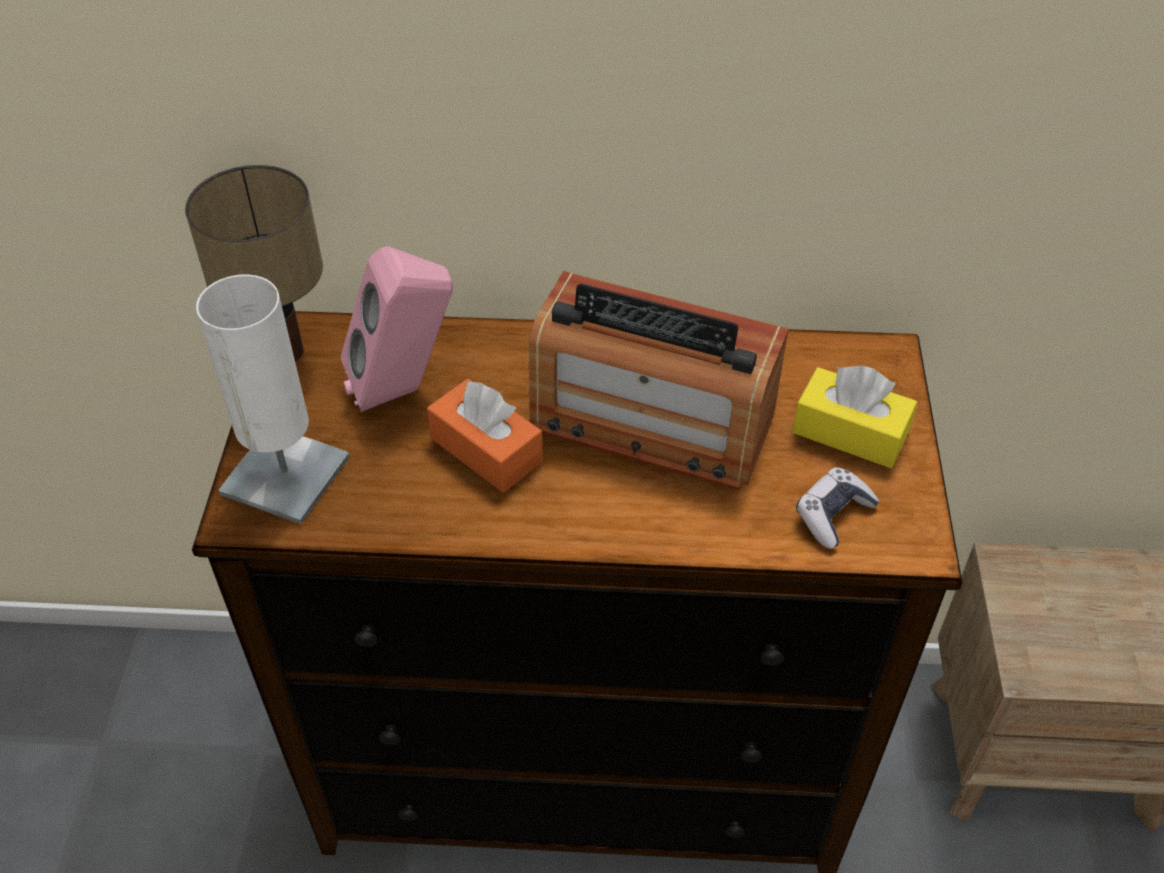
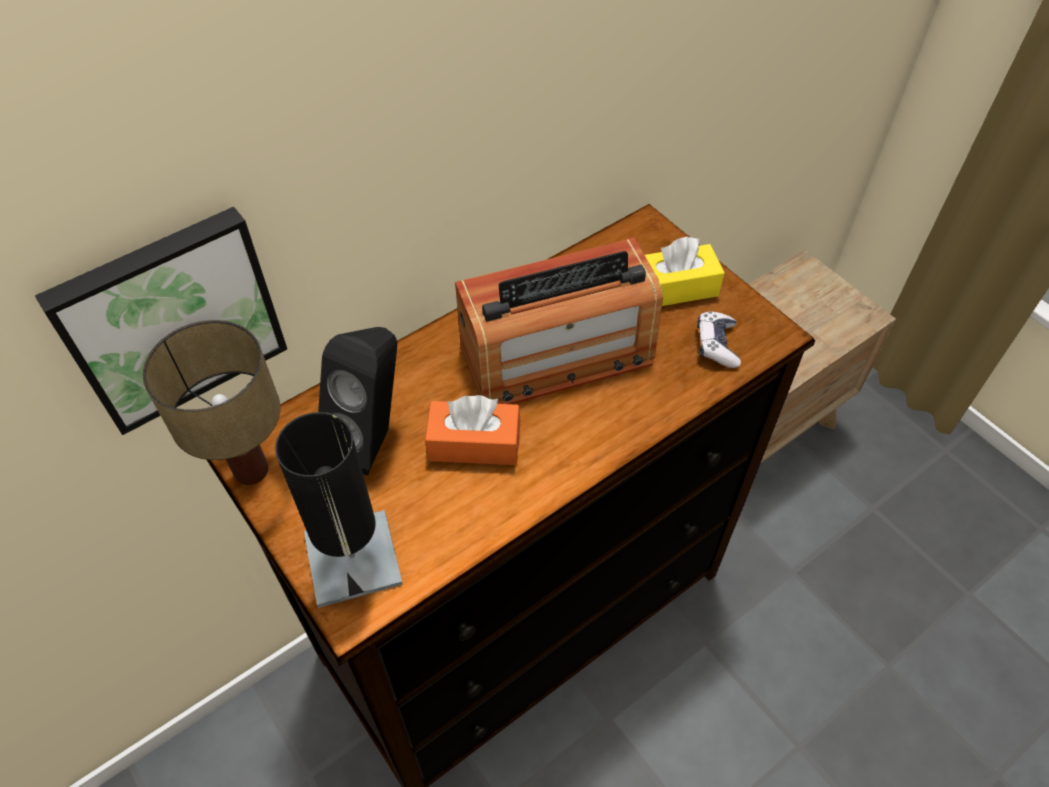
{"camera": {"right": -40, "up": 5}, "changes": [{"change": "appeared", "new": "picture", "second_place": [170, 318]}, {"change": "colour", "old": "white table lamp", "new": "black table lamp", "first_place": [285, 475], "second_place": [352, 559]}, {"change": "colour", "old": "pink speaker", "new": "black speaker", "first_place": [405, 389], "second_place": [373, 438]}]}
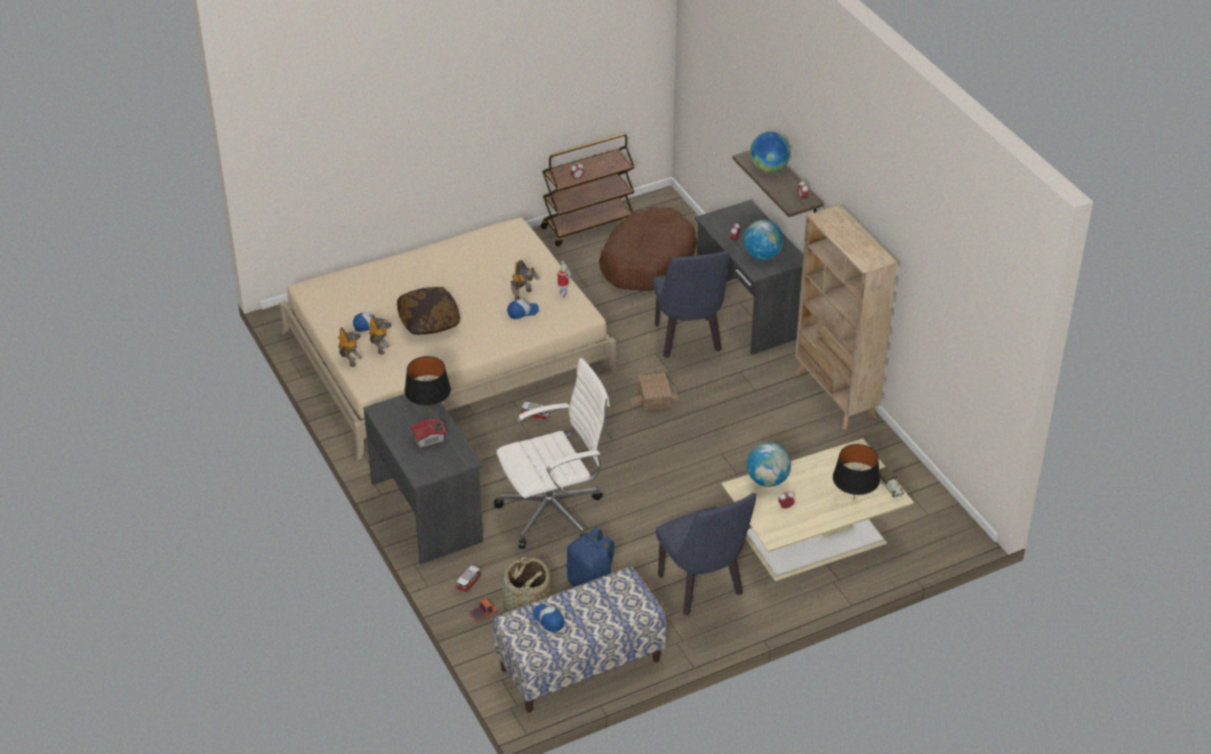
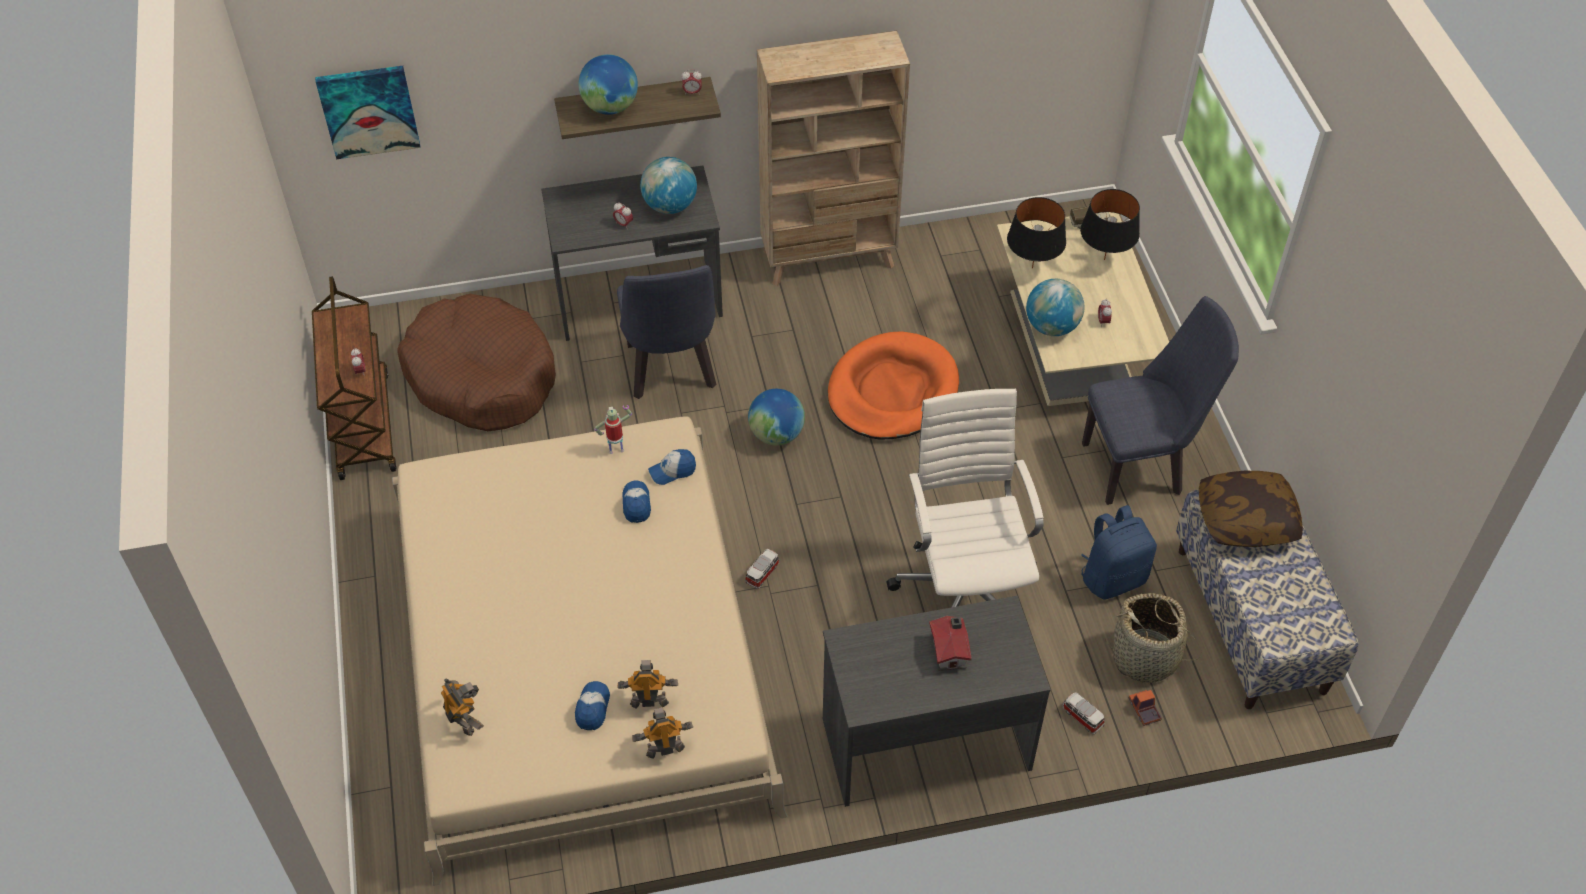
{"camera": {"right": -75, "up": 10}, "changes": [{"change": "appeared", "new": "picture", "second_place": [368, 110]}, {"change": "relocated", "old": "toy robot", "first_place": [524, 294], "second_place": [465, 720]}, {"change": "spun", "old": "blue chair", "first_place": [688, 341], "second_place": [671, 372], "degrees": 75}, {"change": "relocated", "old": "cap", "first_place": [548, 620], "second_place": [672, 471]}, {"change": "exchanged", "old": "toy house", "new": "globe", "first_place": [654, 400], "second_place": [777, 434]}, {"change": "appeared", "new": "orange dog bed", "second_place": [892, 391]}, {"change": "relocated", "old": "black table lamp", "first_place": [429, 412], "second_place": [1032, 267]}, {"change": "relocated", "old": "pillow", "first_place": [428, 320], "second_place": [1246, 520]}]}
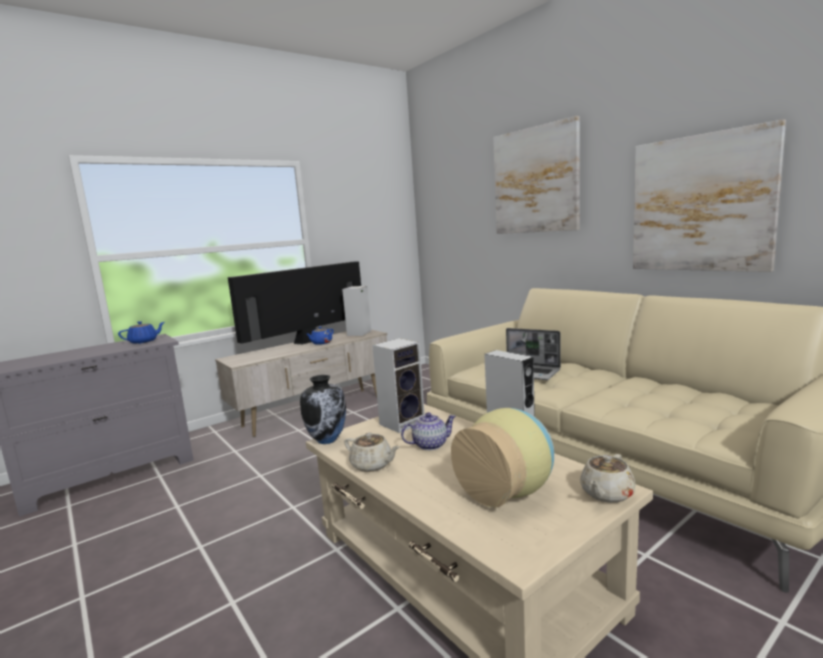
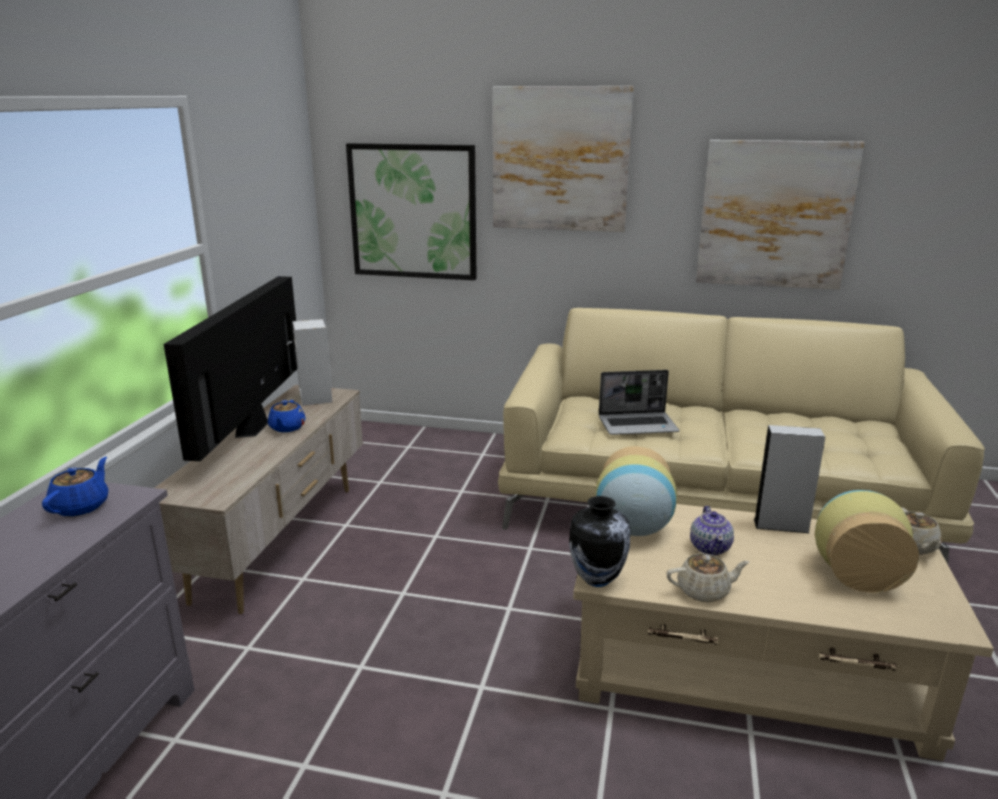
{"camera": {"right": -40, "up": 10}, "changes": [{"change": "appeared", "new": "picture", "second_place": [413, 212]}, {"change": "exchanged", "old": "speaker", "new": "vase", "first_place": [402, 422], "second_place": [633, 528]}, {"change": "spun", "old": "teapot", "first_place": [429, 445], "second_place": [710, 547], "degrees": 150}]}
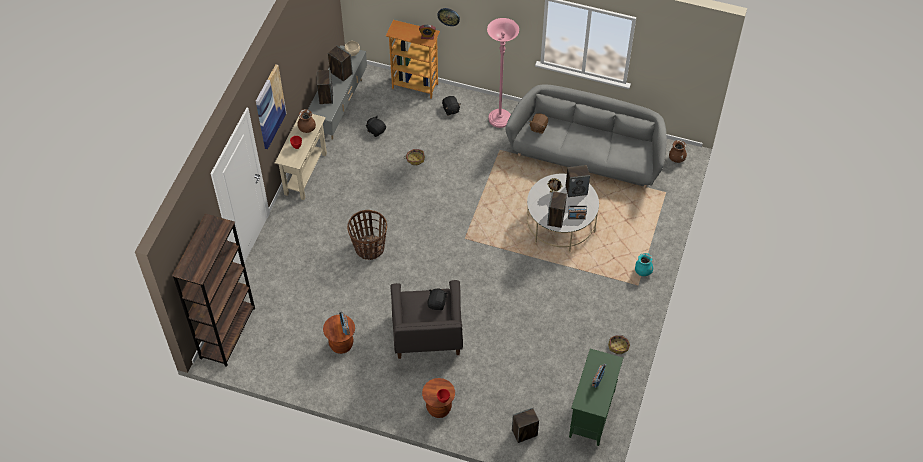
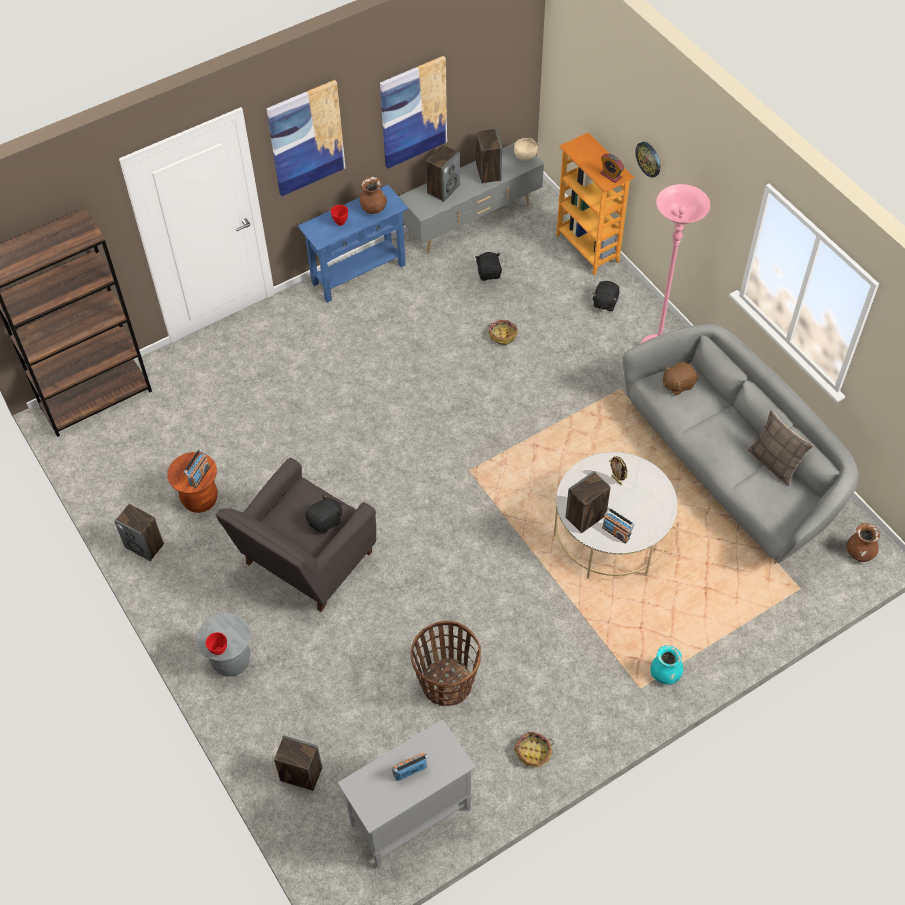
{"camera": {"right": 40, "up": 0}, "changes": [{"change": "relocated", "old": "speaker", "first_place": [576, 190], "second_place": [145, 545]}, {"change": "colour", "old": "brown stool", "new": "grey stool", "first_place": [439, 408], "second_place": [231, 661]}, {"change": "colour", "old": "beige console table", "new": "blue console table", "first_place": [305, 174], "second_place": [358, 274]}, {"change": "colour", "old": "green cabinet", "new": "grey cabinet", "first_place": [592, 414], "second_place": [410, 818]}, {"change": "appeared", "new": "picture", "second_place": [413, 112]}, {"change": "relocated", "old": "basket", "first_place": [369, 248], "second_place": [446, 683]}, {"change": "appeared", "new": "pillow", "second_place": [774, 463]}]}
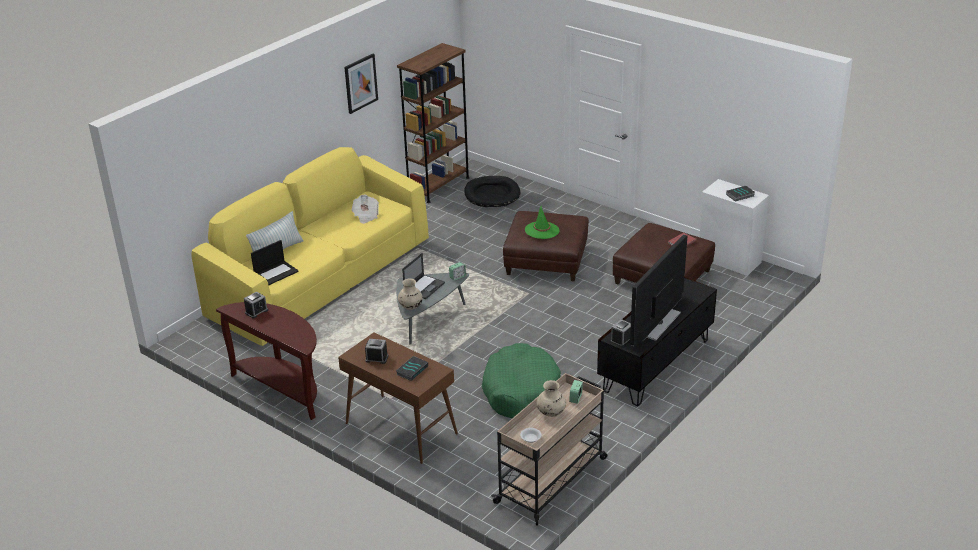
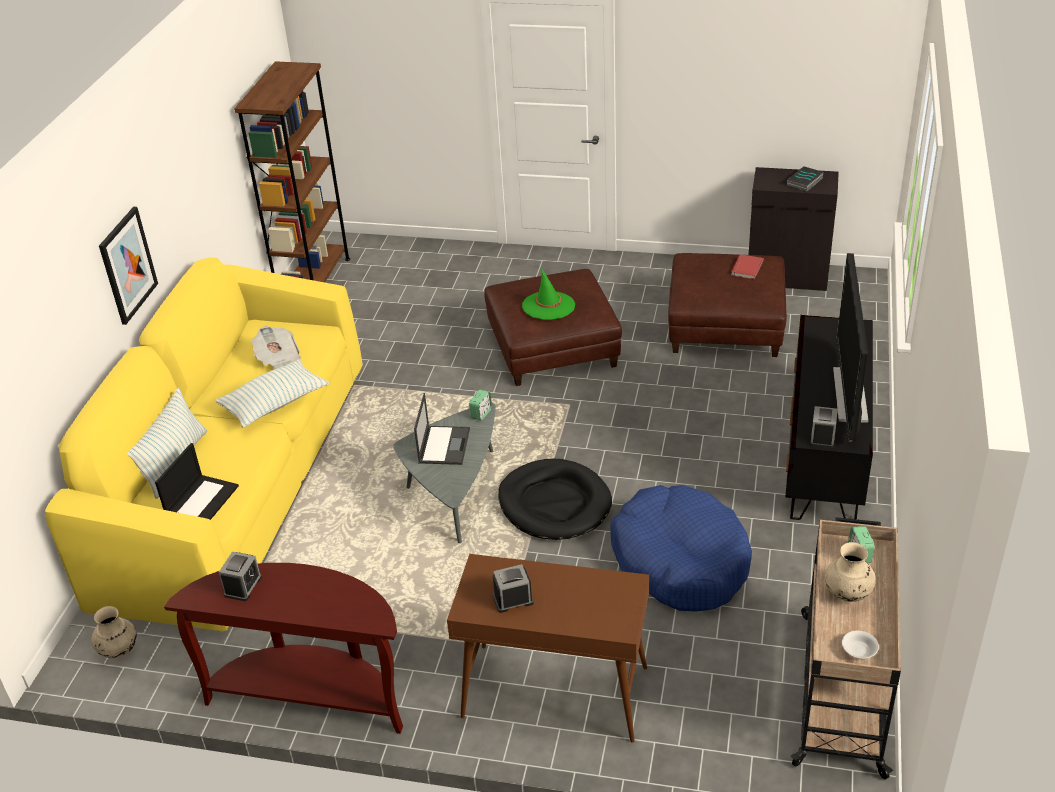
{"camera": {"right": -25, "up": 5}, "changes": [{"change": "relocated", "old": "beige vase", "first_place": [410, 307], "second_place": [119, 650]}, {"change": "relocated", "old": "picture", "first_place": [360, 83], "second_place": [127, 265]}, {"change": "appeared", "new": "pillow", "second_place": [275, 404]}, {"change": "relocated", "old": "black dog bed", "first_place": [492, 194], "second_place": [554, 503]}, {"change": "colour", "old": "green dog bed", "new": "blue dog bed", "first_place": [520, 391], "second_place": [680, 561]}, {"change": "colour", "old": "white cabinet", "new": "black cabinet", "first_place": [729, 261], "second_place": [787, 277]}, {"change": "missing", "old": "book", "first_place": [412, 370]}]}
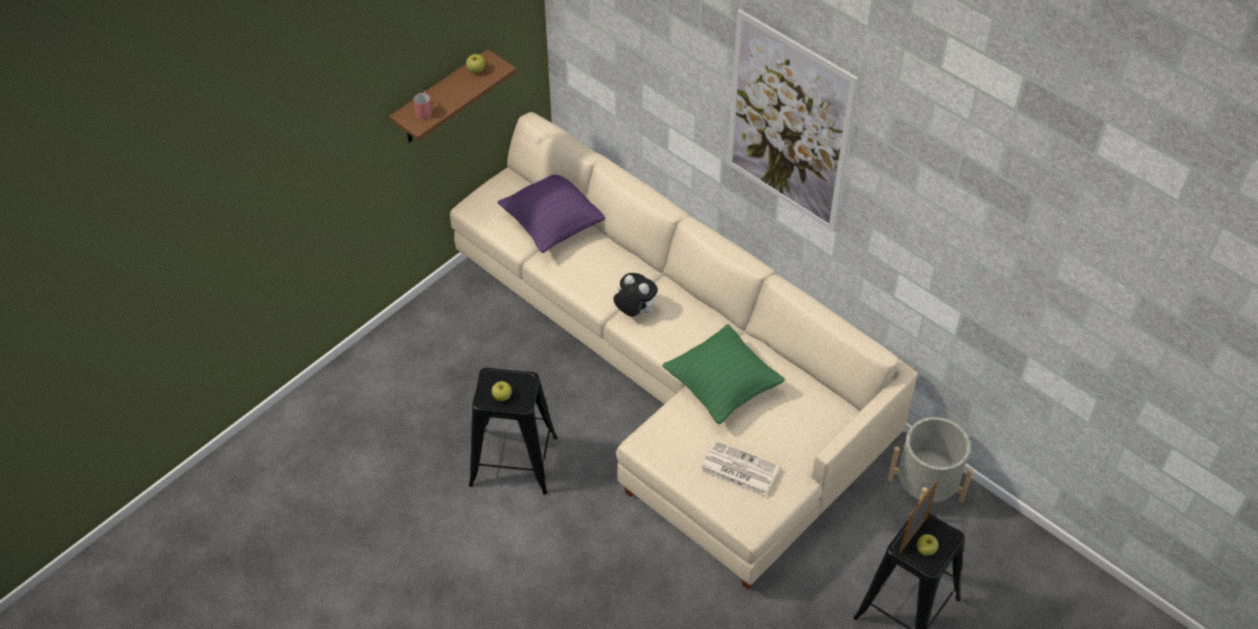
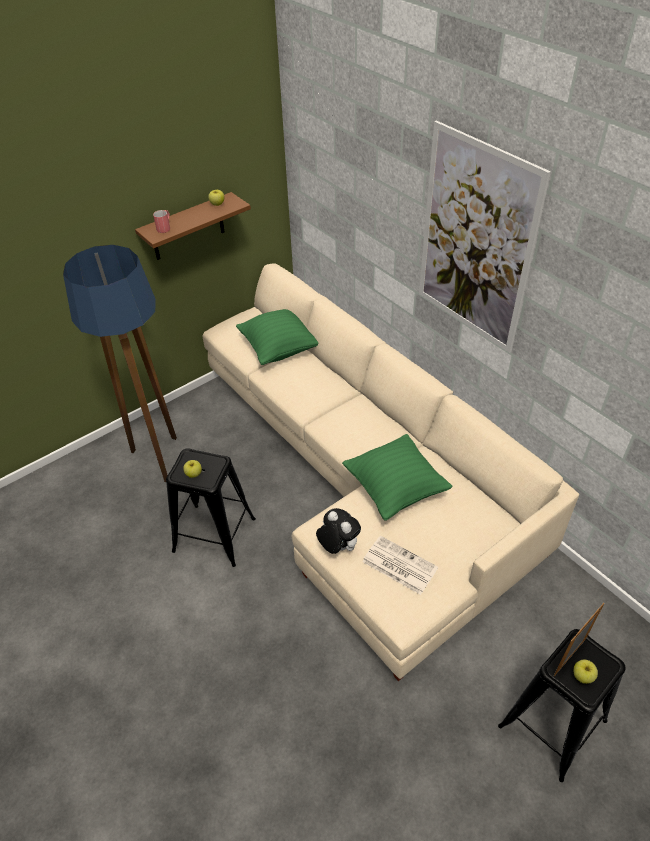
{"camera": {"right": 10, "up": -5}, "changes": [{"change": "appeared", "new": "floor lamp", "second_place": [159, 460]}, {"change": "colour", "old": "purple pillow", "new": "green pillow", "first_place": [553, 225], "second_place": [279, 349]}, {"change": "relocated", "old": "plush toy", "first_place": [634, 312], "second_place": [338, 547]}, {"change": "missing", "old": "grey planter", "first_place": [925, 490]}]}
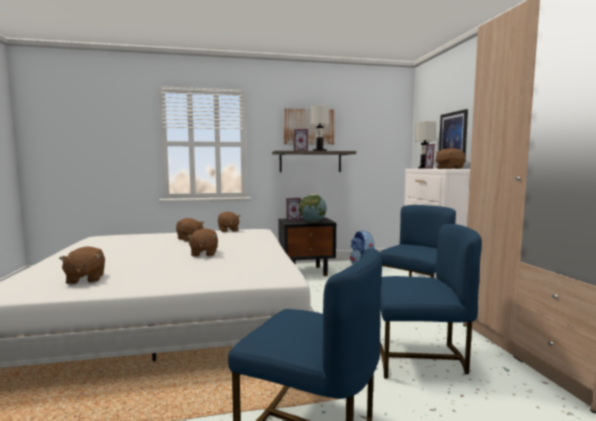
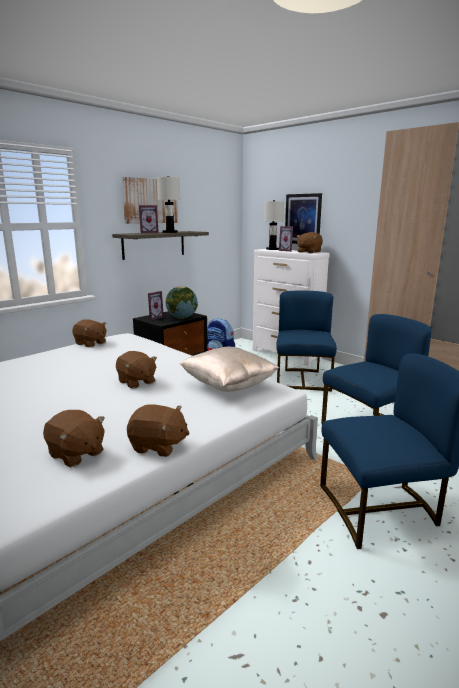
{"camera": {"right": -35, "up": 10}, "changes": [{"change": "relocated", "old": "brown plush toy", "first_place": [189, 239], "second_place": [158, 446]}, {"change": "appeared", "new": "beige pillow", "second_place": [228, 386]}]}
